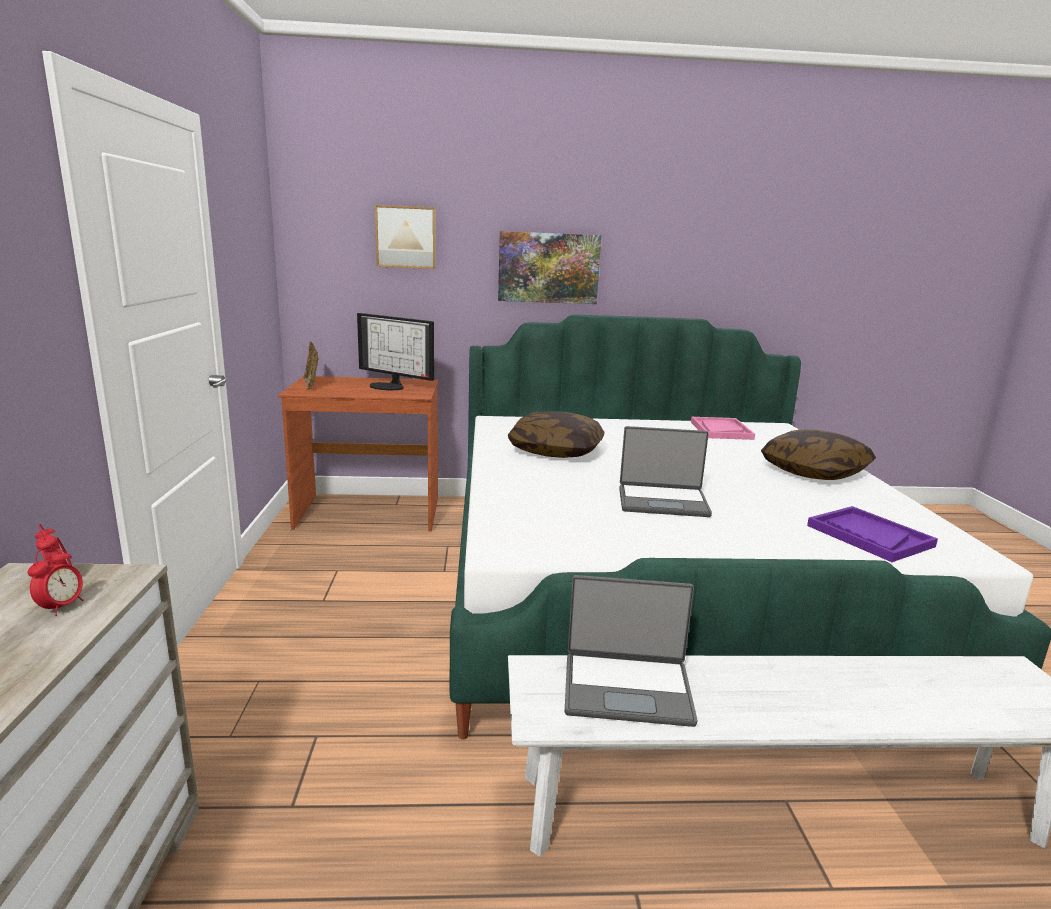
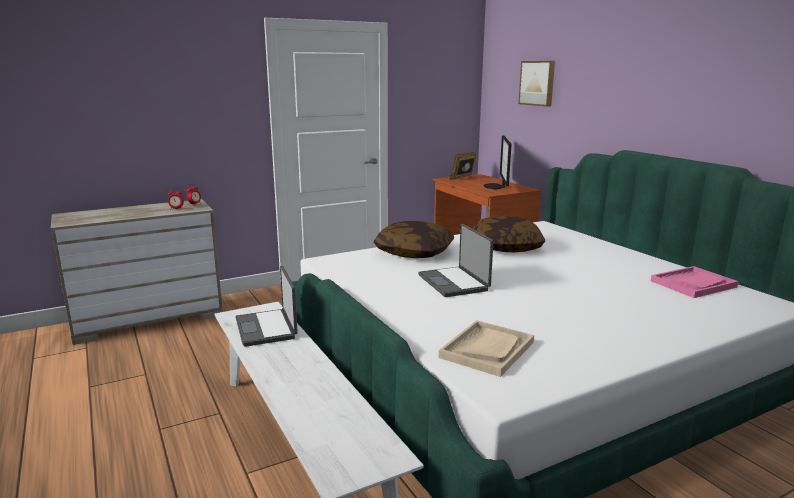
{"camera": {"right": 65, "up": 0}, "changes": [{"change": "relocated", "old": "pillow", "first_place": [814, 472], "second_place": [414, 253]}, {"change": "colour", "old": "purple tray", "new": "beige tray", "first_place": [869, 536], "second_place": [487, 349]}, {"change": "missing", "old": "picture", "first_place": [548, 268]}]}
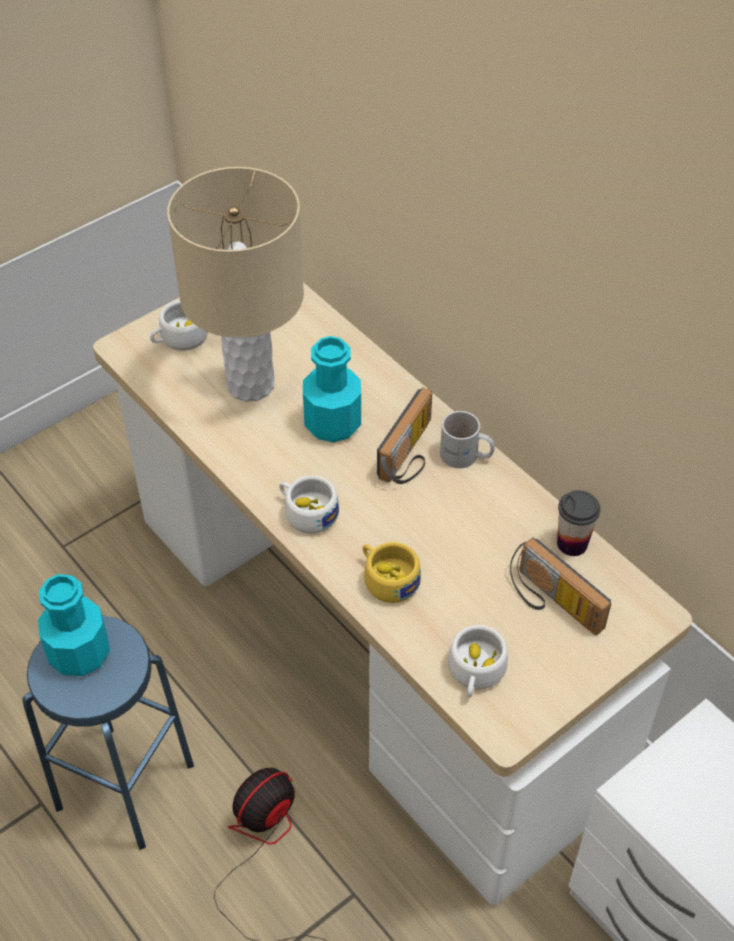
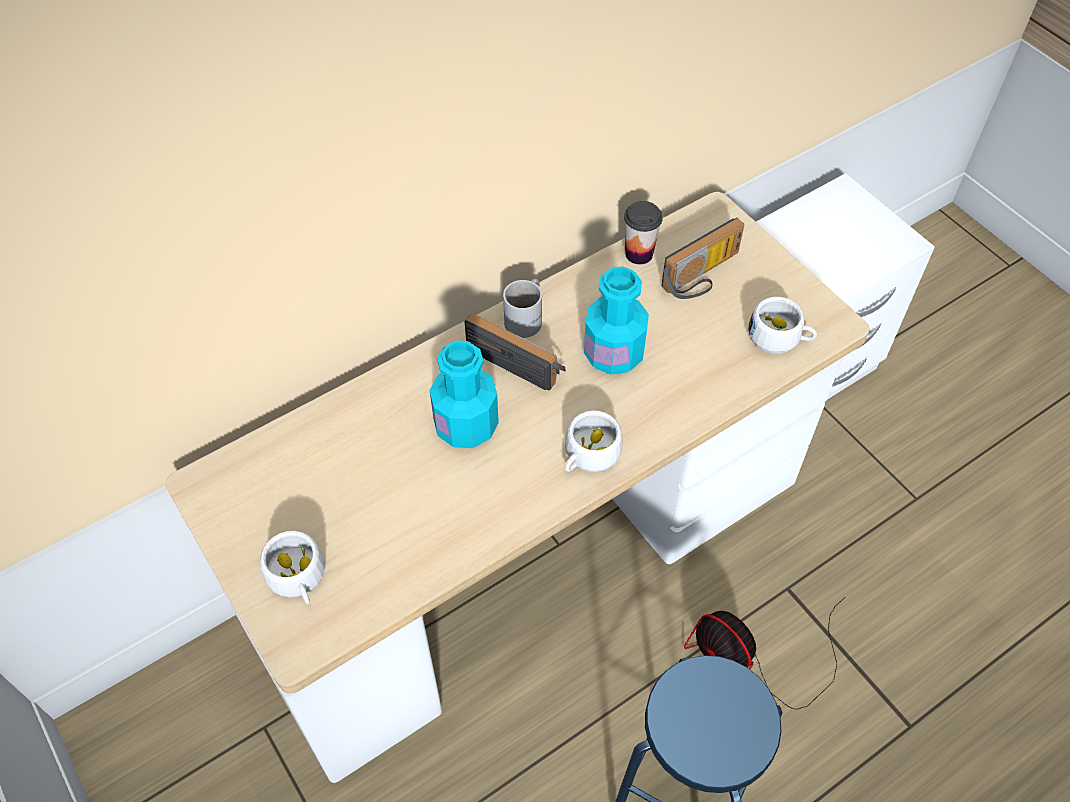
{"camera": {"right": -85, "up": 5}, "changes": [{"change": "relocated", "old": "turquoise bottle", "first_place": [79, 653], "second_place": [613, 353]}, {"change": "missing", "old": "beige table lamp", "first_place": [250, 385]}, {"change": "missing", "old": "yellow cup", "first_place": [387, 578]}]}
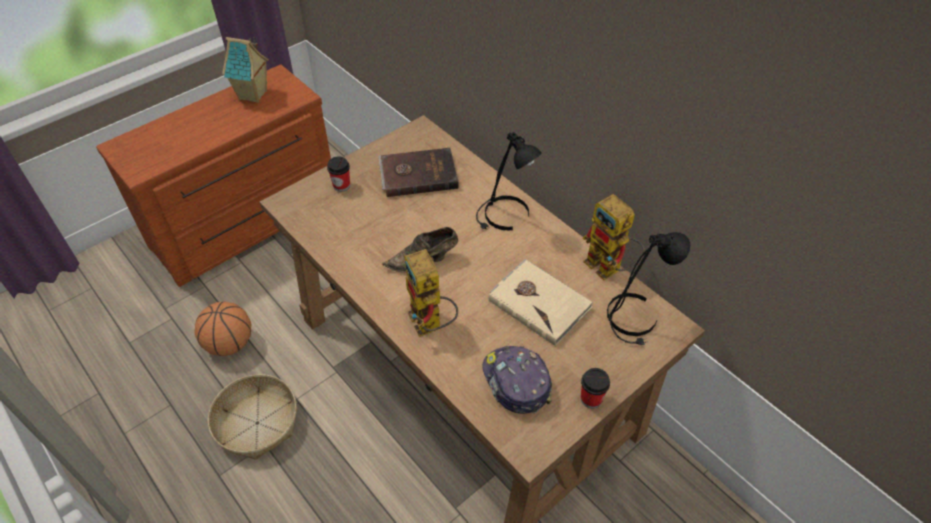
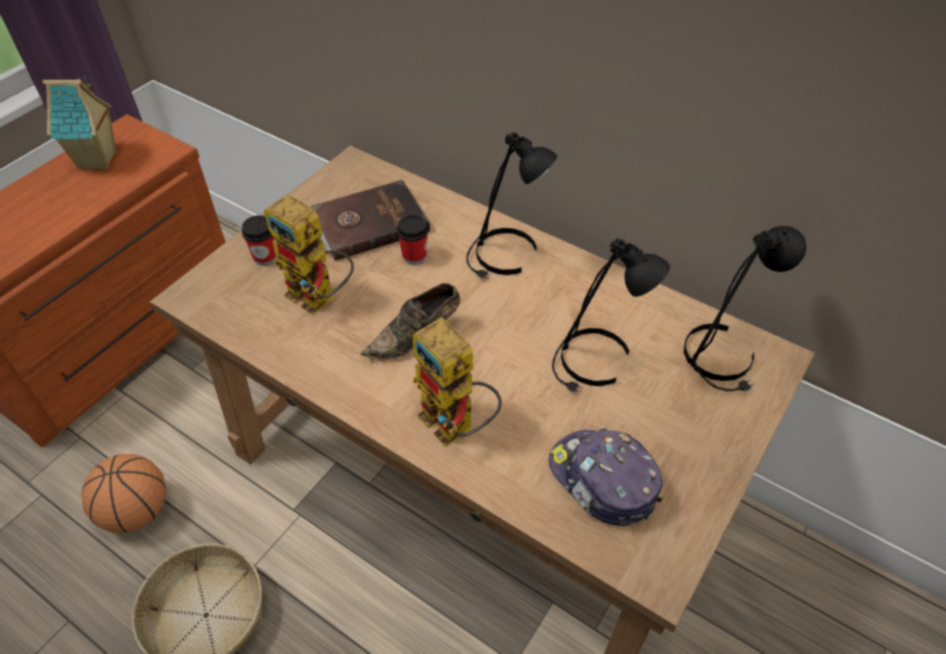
{"camera": {"right": -15, "up": 0}, "changes": [{"change": "relocated", "old": "toy robot", "first_place": [609, 269], "second_place": [320, 299]}, {"change": "relocated", "old": "cup", "first_place": [591, 399], "second_place": [414, 256]}, {"change": "exchanged", "old": "beige book", "new": "black table lamp", "first_place": [539, 303], "second_place": [593, 362]}]}
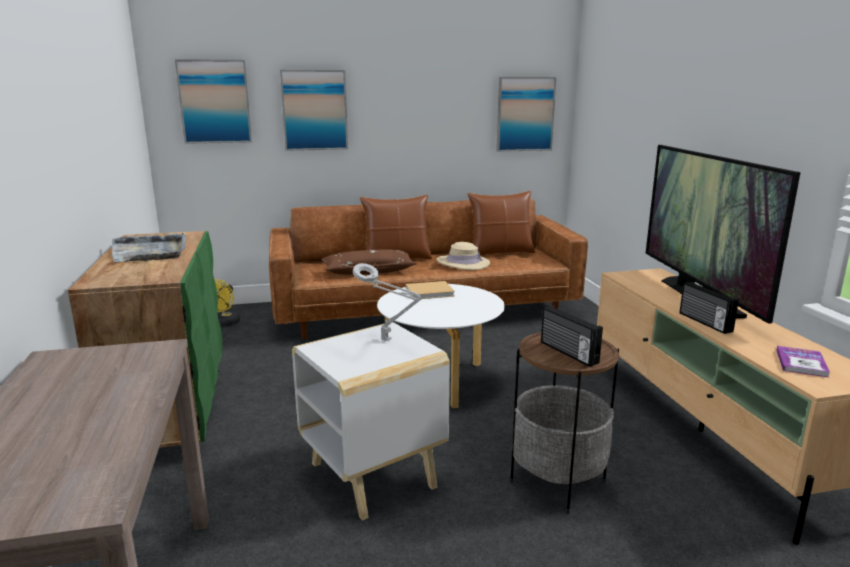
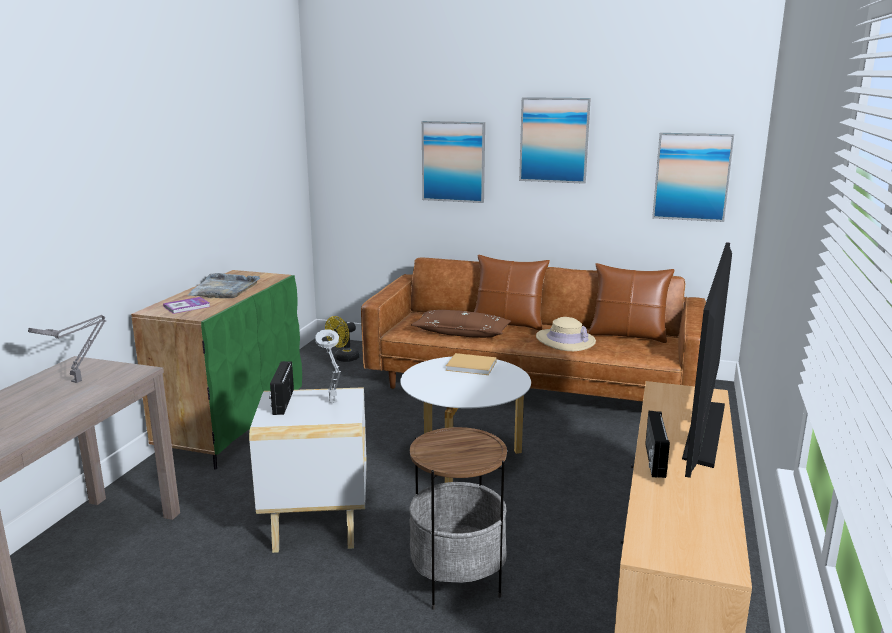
{"camera": {"right": 30, "up": 0}, "changes": [{"change": "appeared", "new": "grey table lamp", "second_place": [79, 381]}, {"change": "relocated", "old": "book", "first_place": [801, 363], "second_place": [187, 306]}, {"change": "relocated", "old": "radio", "first_place": [567, 353], "second_place": [282, 402]}, {"change": "relocated", "old": "picture", "first_place": [215, 102], "second_place": [554, 140]}]}
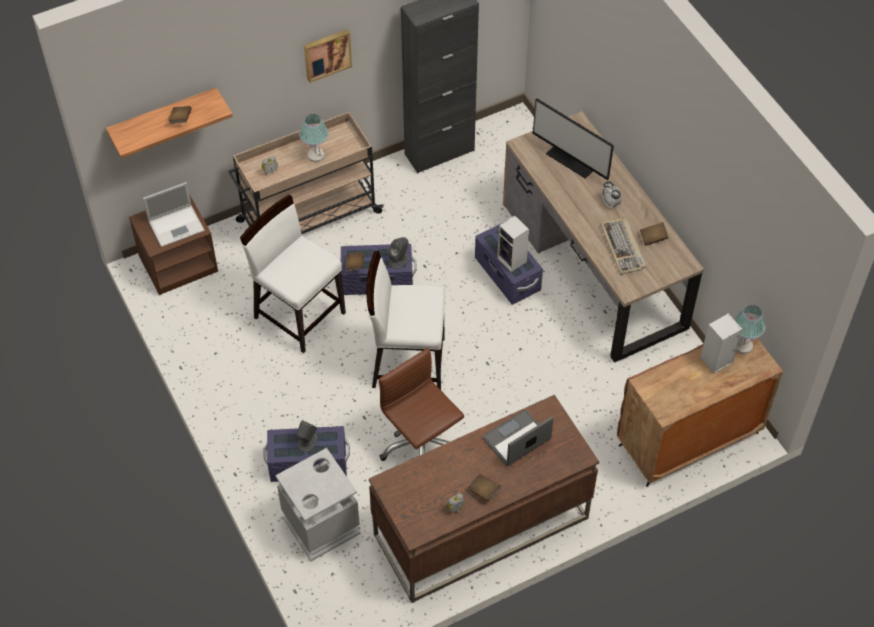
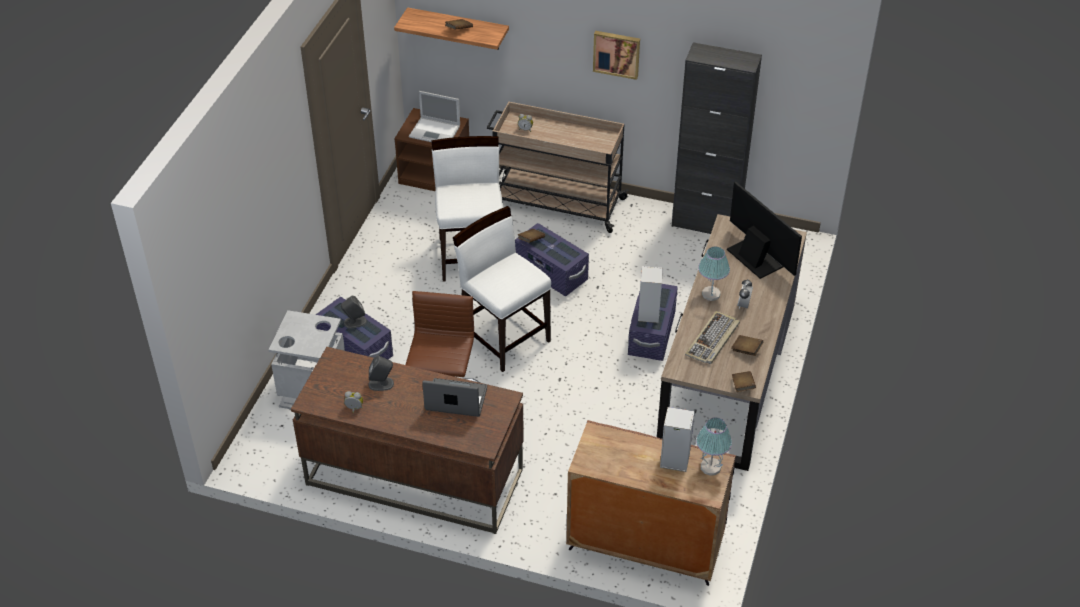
{"camera": {"right": 45, "up": -10}, "changes": [{"change": "relocated", "old": "grey speaker", "first_place": [399, 260], "second_place": [381, 384]}, {"change": "relocated", "old": "table lamp", "first_place": [316, 156], "second_place": [711, 294]}, {"change": "spun", "old": "monitor", "first_place": [573, 158], "second_place": [755, 257], "degrees": 150}, {"change": "relocated", "old": "brown book", "first_place": [484, 491], "second_place": [742, 386]}]}
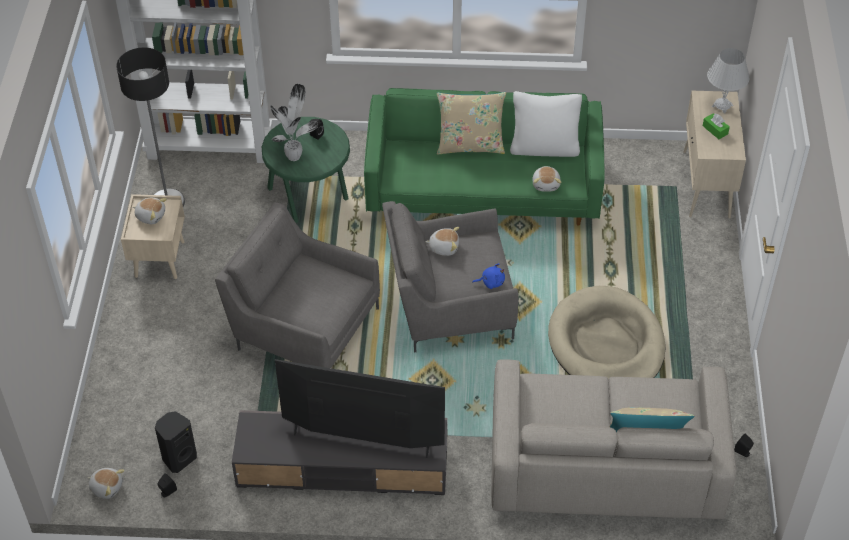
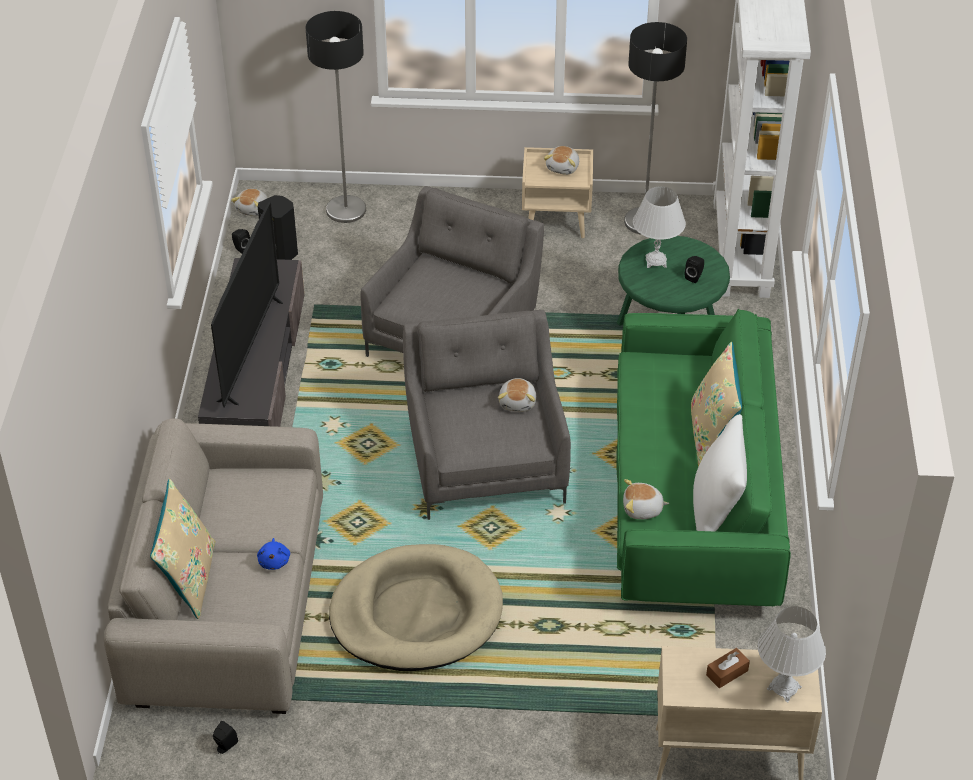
{"camera": {"right": 90, "up": -5}, "changes": [{"change": "relocated", "old": "blue plush toy", "first_place": [491, 282], "second_place": [274, 561]}, {"change": "appeared", "new": "floor lamp", "second_place": [346, 210]}, {"change": "exchanged", "old": "potted plant", "new": "white table lamp", "first_place": [294, 156], "second_place": [655, 261]}, {"change": "colour", "old": "green tissue box", "new": "brown tissue box", "first_place": [715, 130], "second_place": [727, 673]}]}
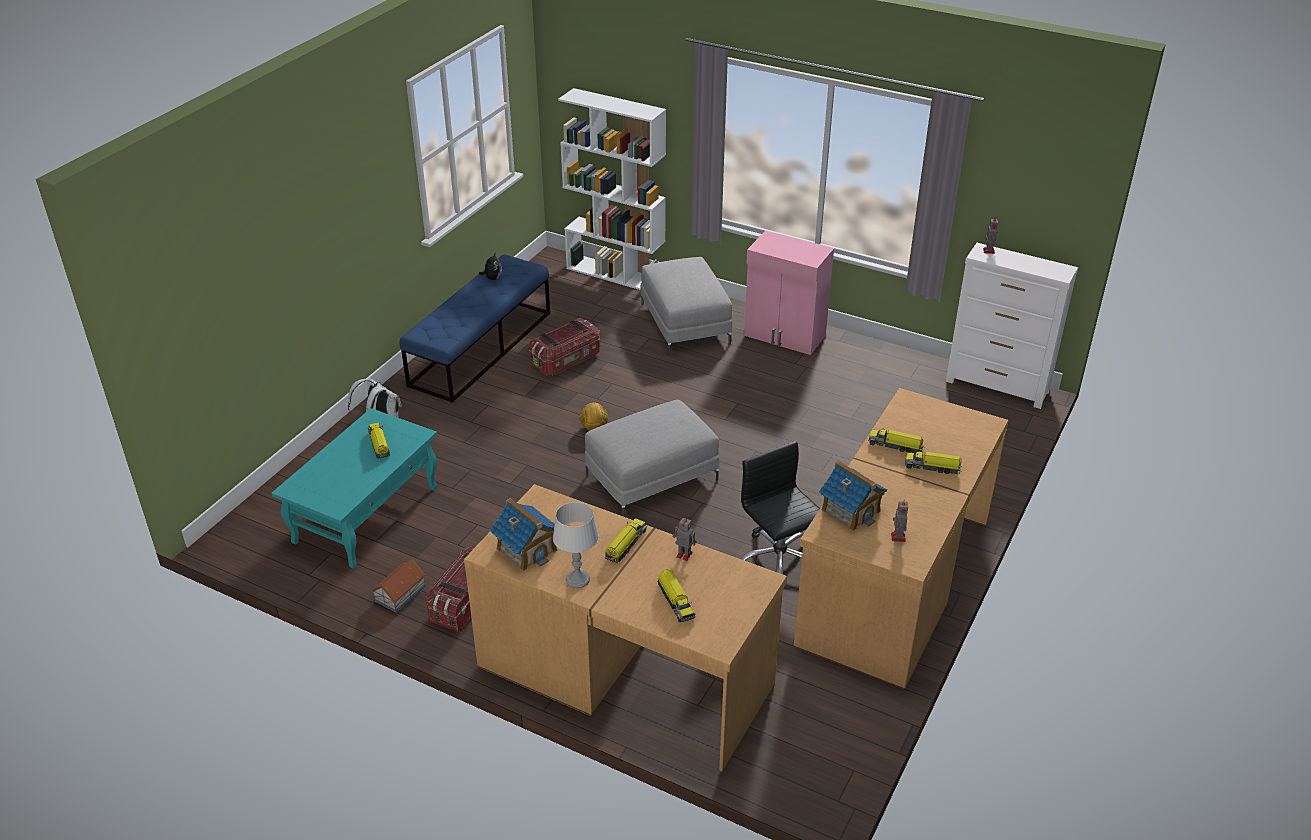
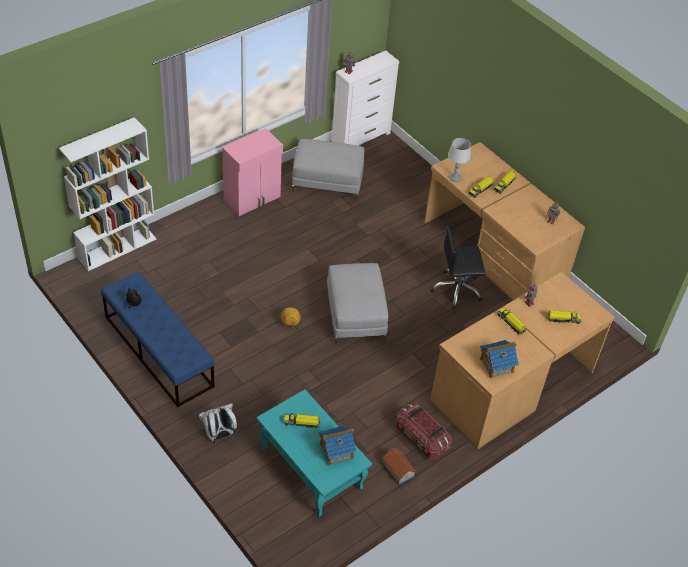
{"camera": {"right": -70, "up": 10}, "changes": [{"change": "relocated", "old": "grey ottoman", "first_place": [684, 324], "second_place": [327, 181]}, {"change": "relocated", "old": "toy house", "first_place": [850, 510], "second_place": [336, 451]}, {"change": "relocated", "old": "grey table lamp", "first_place": [577, 579], "second_place": [455, 177]}, {"change": "missing", "old": "storage box", "first_place": [566, 360]}]}
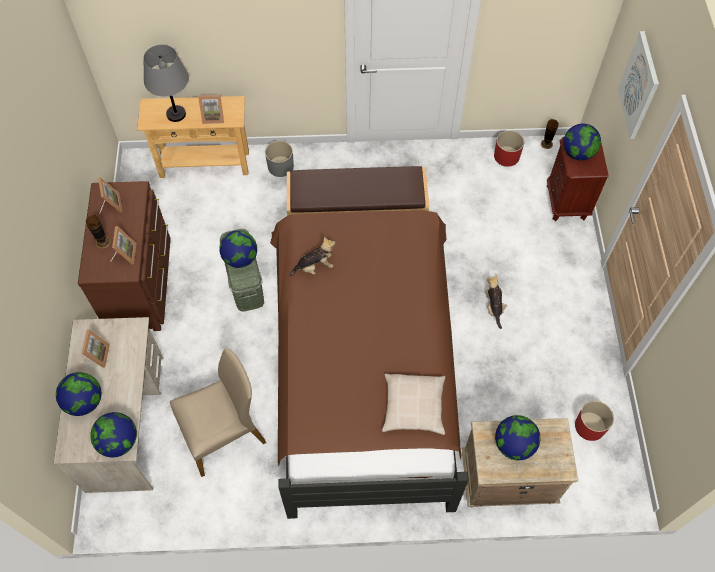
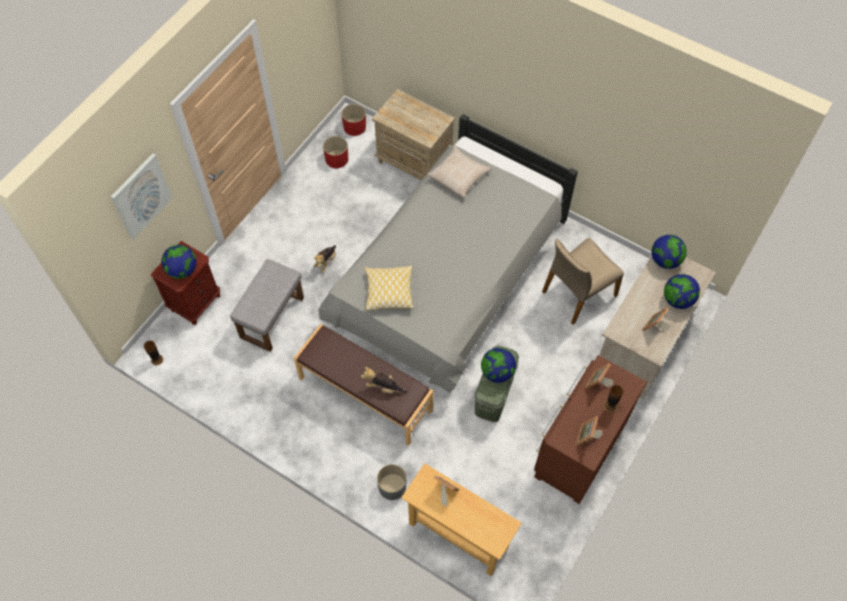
{"camera": {"right": -145, "up": 0}, "changes": [{"change": "appeared", "new": "grey ottoman", "second_place": [272, 316]}, {"change": "colour", "old": "brown bed", "new": "grey bed", "first_place": [364, 367], "second_place": [450, 277]}, {"change": "relocated", "old": "red planter", "first_place": [507, 156], "second_place": [354, 126]}, {"change": "relocated", "old": "plush toy", "first_place": [315, 267], "second_place": [383, 387]}, {"change": "appeared", "new": "pillow", "second_place": [389, 292]}, {"change": "spun", "old": "beige chair", "first_place": [223, 433], "second_place": [578, 293], "degrees": -45}, {"change": "missing", "old": "grey table lamp", "first_place": [176, 114]}, {"change": "missing", "old": "globe", "first_place": [514, 444]}]}
